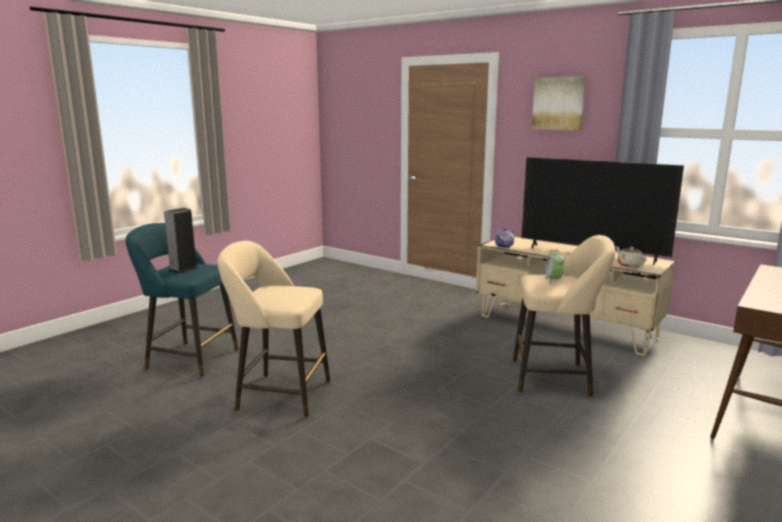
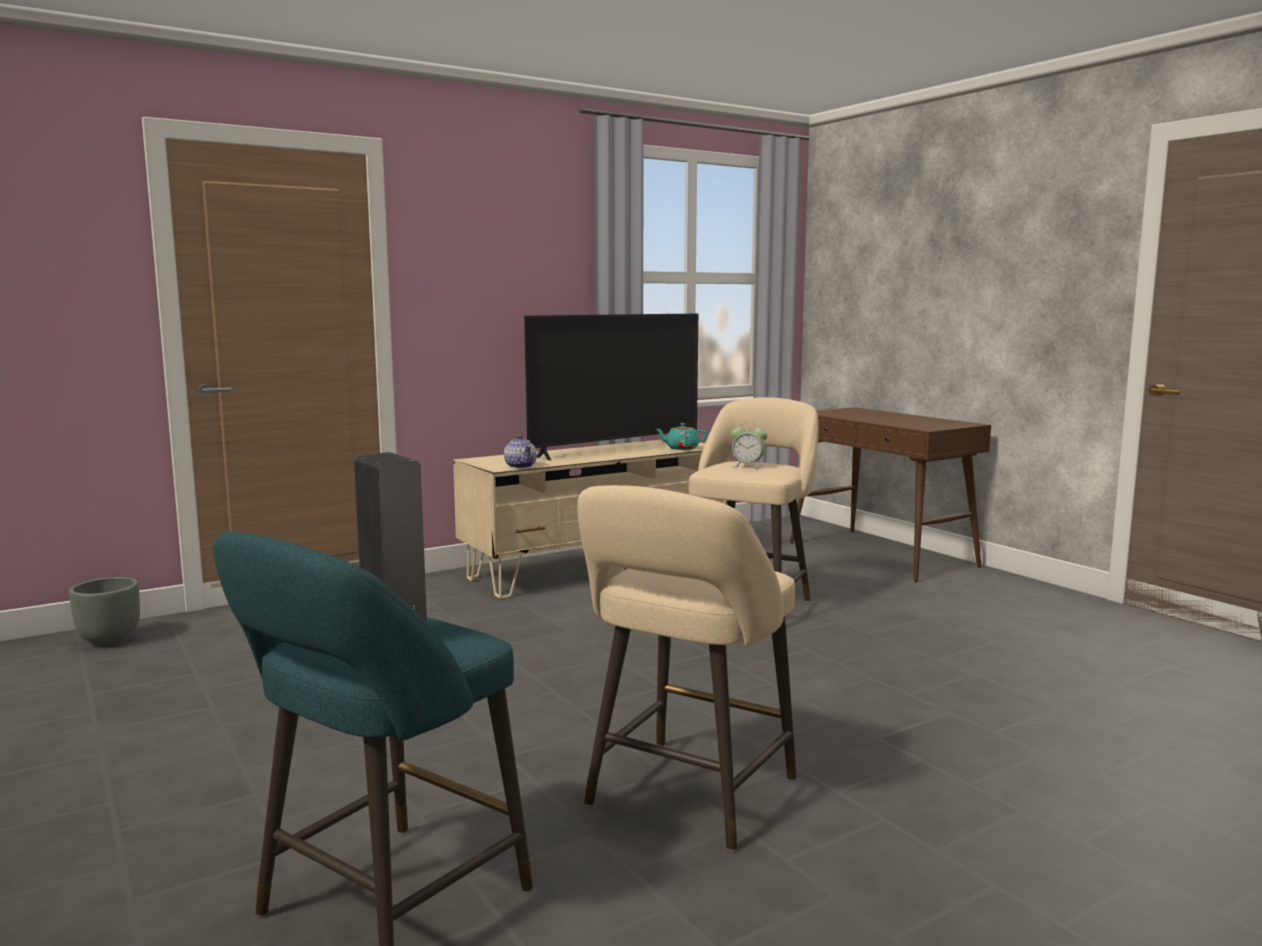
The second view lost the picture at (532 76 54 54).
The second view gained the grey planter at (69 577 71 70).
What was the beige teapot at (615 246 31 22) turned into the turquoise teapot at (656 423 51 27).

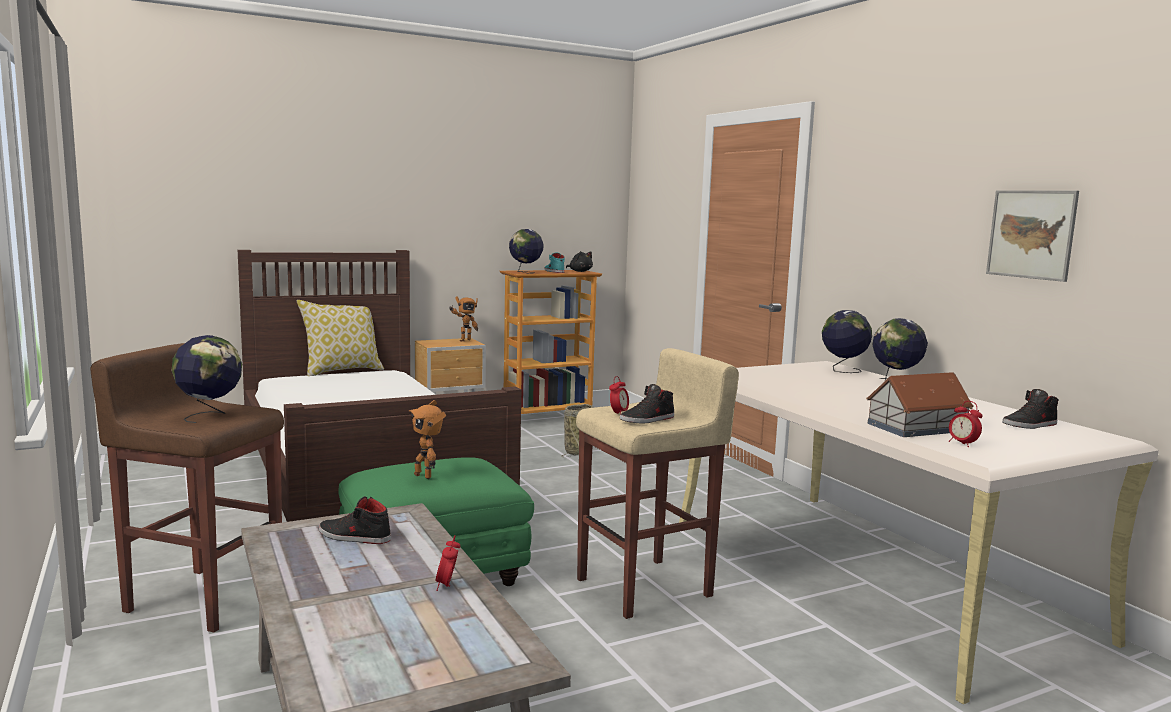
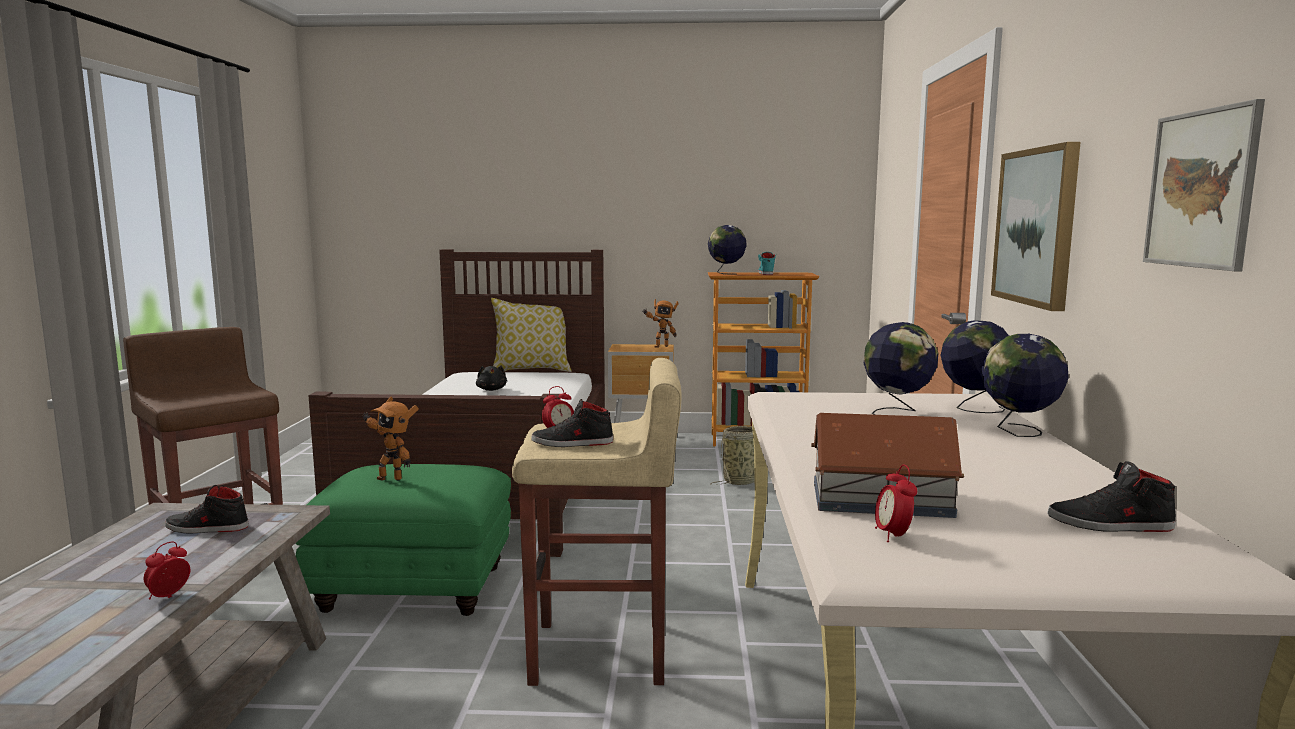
The second view gained the picture at (991 142 90 169).
The globe ended up elsewhere, having gone from (171 335 71 88) to (864 322 74 93).
The black plush toy ended up elsewhere, having gone from (566 251 27 21) to (476 366 31 25).
The black shoe at (319 496 72 48) ended up facing another way, 45 degrees counterclockwise from before.
The toy robot at (409 400 37 79) ended up facing another way, 60 degrees counterclockwise from before.

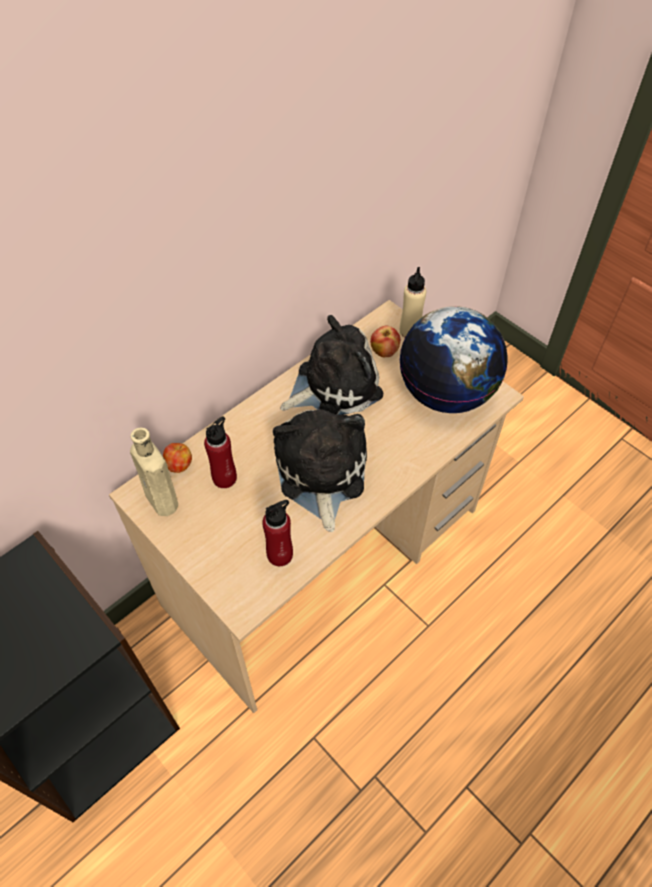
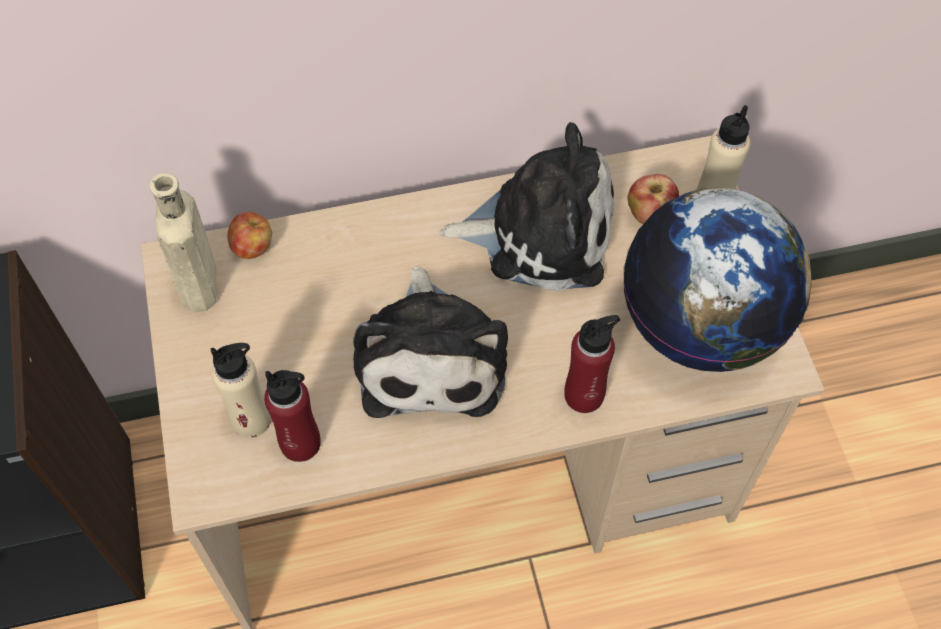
The second view gained the beige bottle at (211 343 60 95).
The red bottle ended up elsewhere, having gone from (204 417 33 71) to (564 315 56 98).
The plush toy at (273 409 94 123) ended up facing another way, 150 degrees clockwise from before.

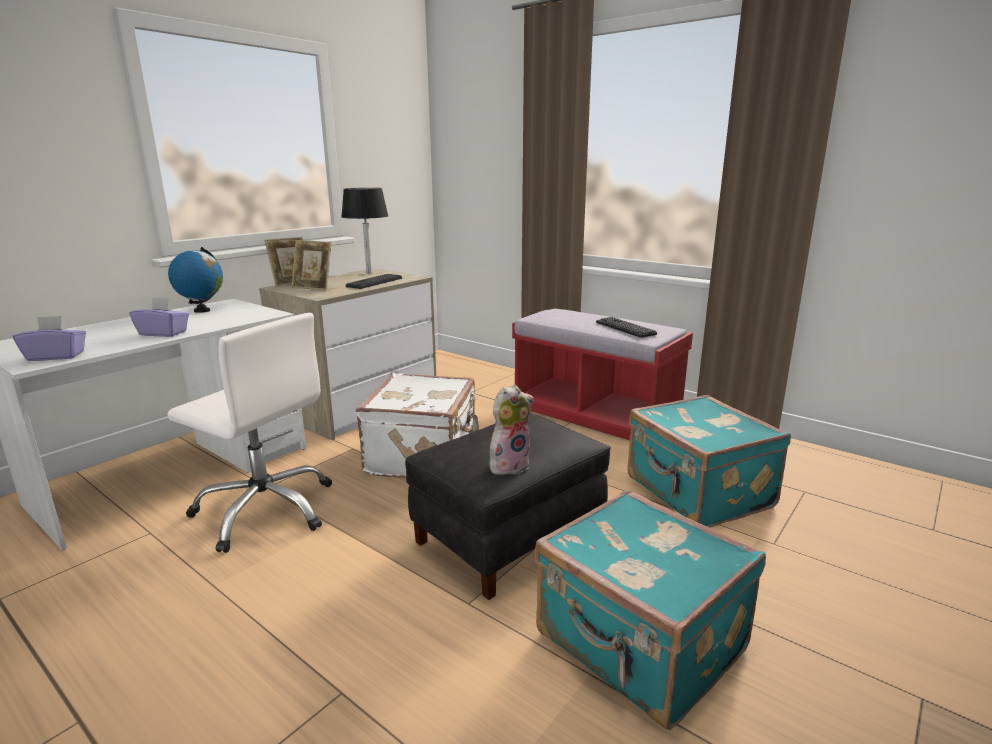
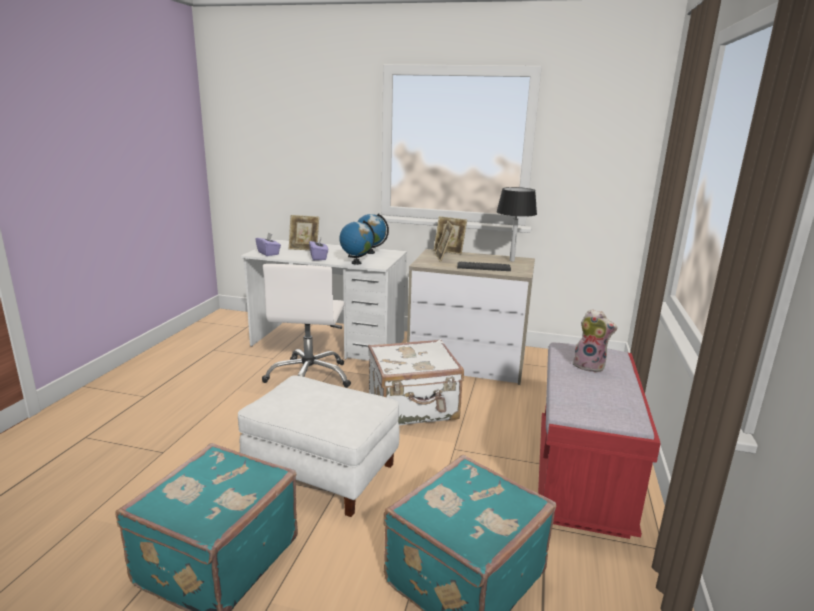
The second view lost the keyboard at (596 317 61 21).
The second view gained the picture frame at (289 215 30 35).
The second view gained the globe at (339 220 36 45).
The plush toy ended up elsewhere, having gone from (489 384 45 93) to (573 309 44 64).
What was the black ottoman at (405 413 206 187) turned into the white ottoman at (238 375 162 142).

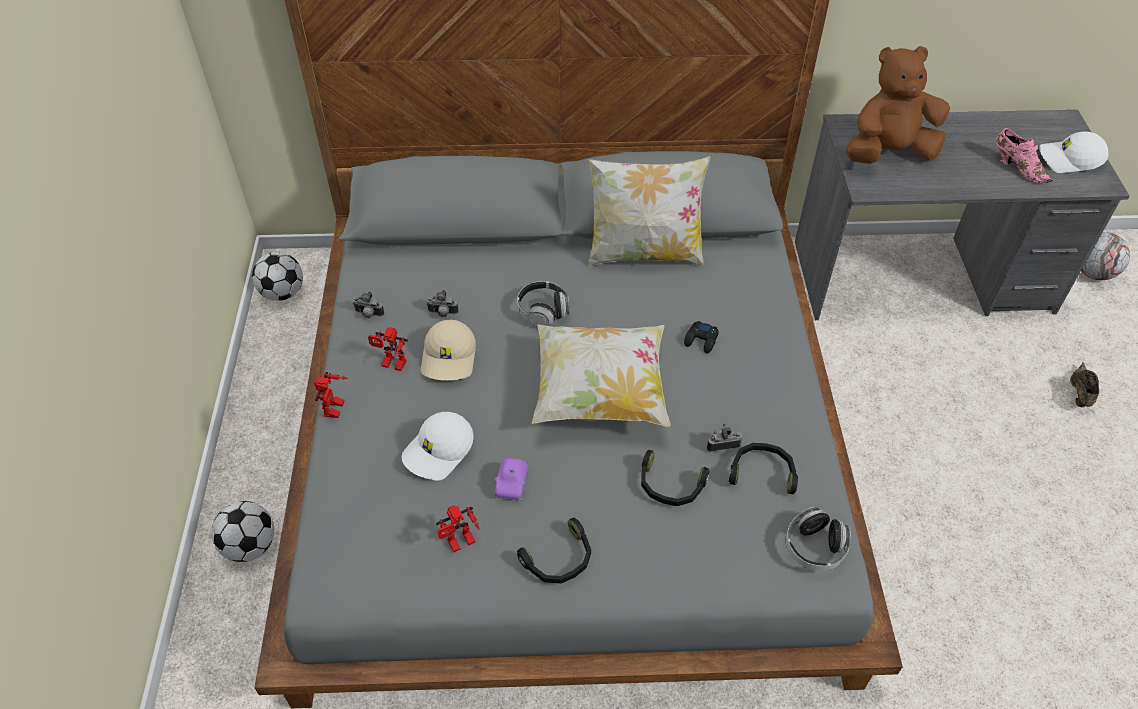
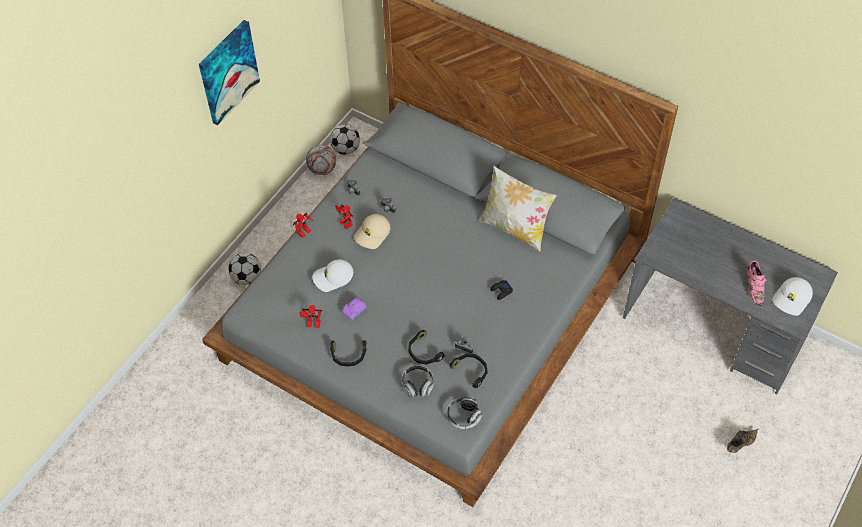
The second view lost the pillow at (532 325 139 102).
The second view lost the brown plush toy at (846 46 104 118).
The second view gained the picture at (199 20 61 105).
The headphones ended up elsewhere, having gone from (517 281 53 46) to (401 365 33 32).
The football ended up elsewhere, having gone from (1081 232 49 48) to (306 145 30 30).
The white cap at (1039 132 69 41) ended up facing another way, 90 degrees counterclockwise from before.

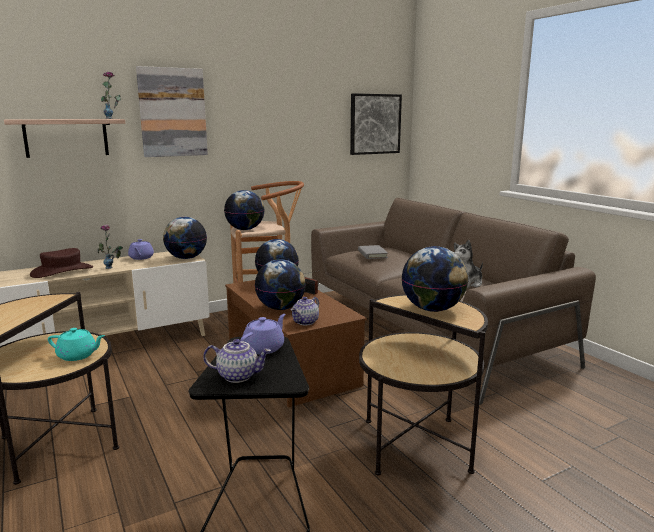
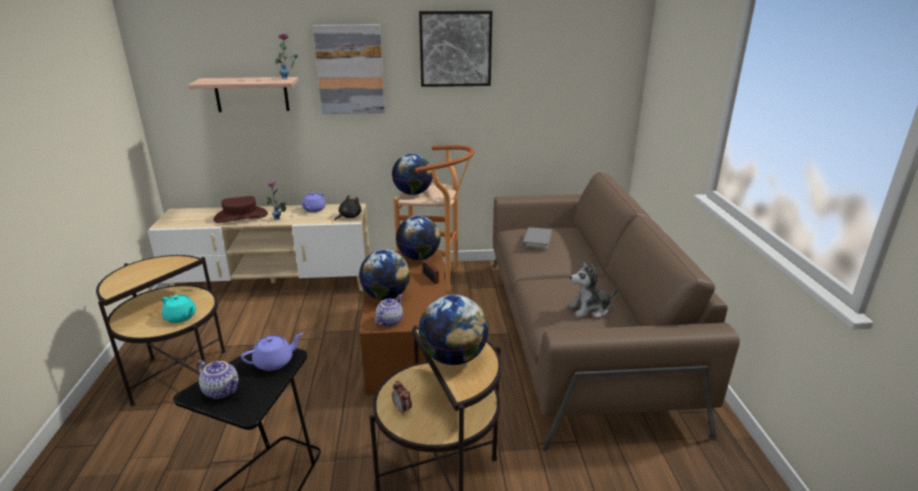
The second view gained the alarm clock at (392 381 20 34).
The picture ended up elsewhere, having gone from (350 93 52 62) to (419 11 73 76).
Where the globe stood at (163 217 44 42), the black plush toy came to stand at (334 195 27 26).
The teapot at (291 297 28 28) ended up facing another way, 150 degrees clockwise from before.

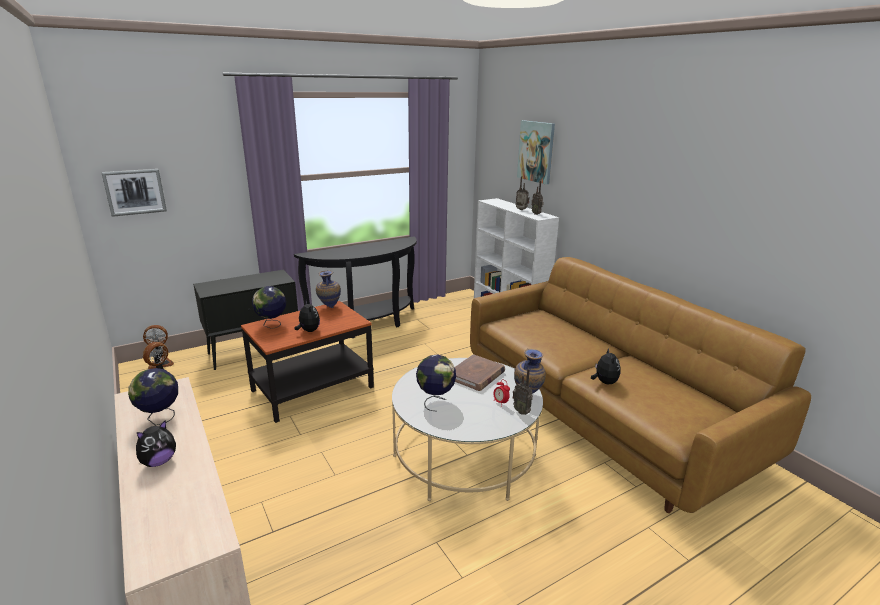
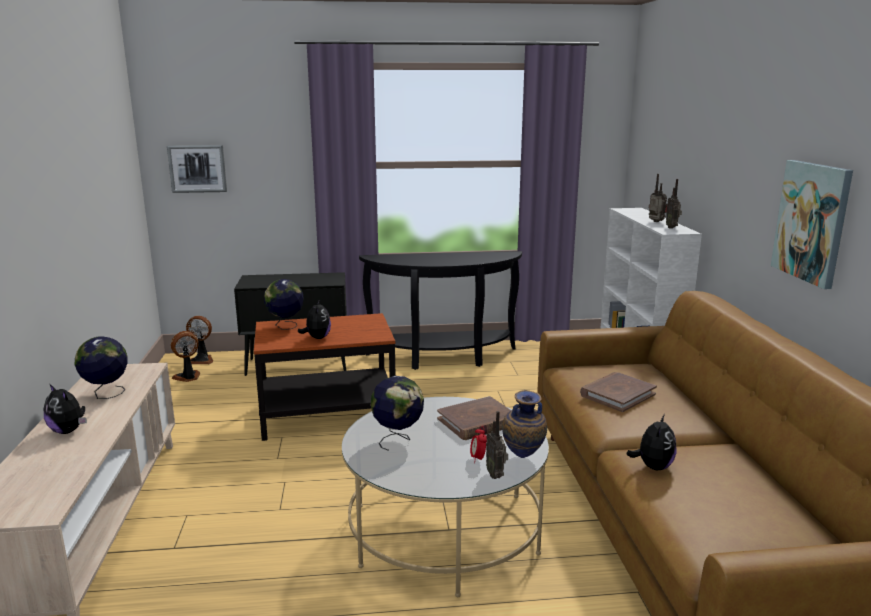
The second view lost the vase at (316 270 25 38).
The second view gained the brown book at (580 372 77 40).
The picture ended up elsewhere, having gone from (517 120 38 65) to (771 160 82 129).
The plush toy at (136 421 40 46) ended up facing another way, 60 degrees clockwise from before.

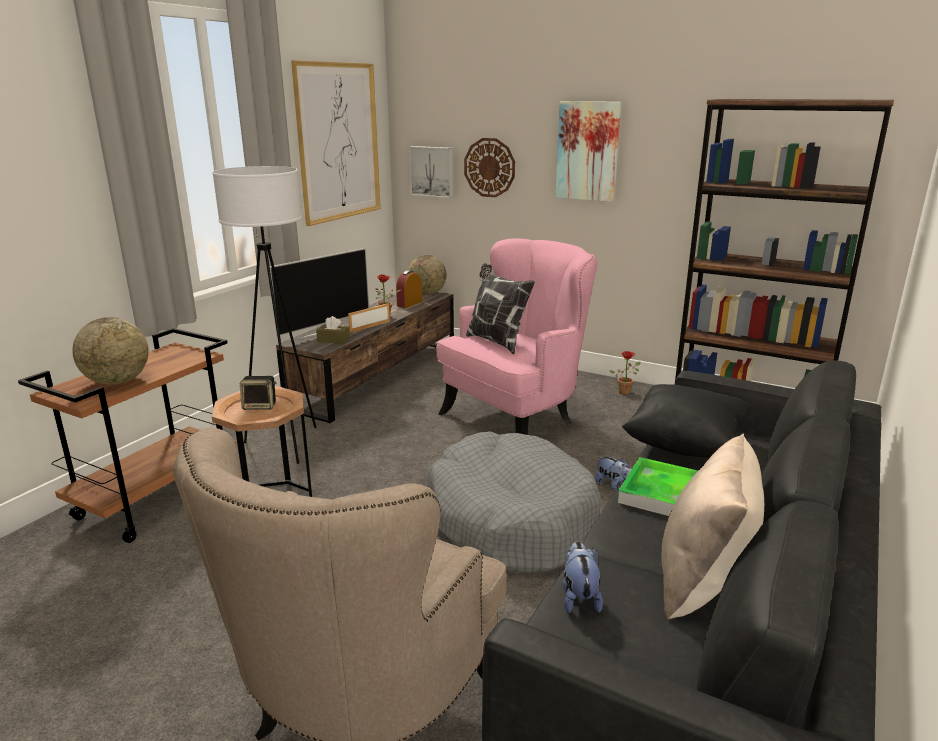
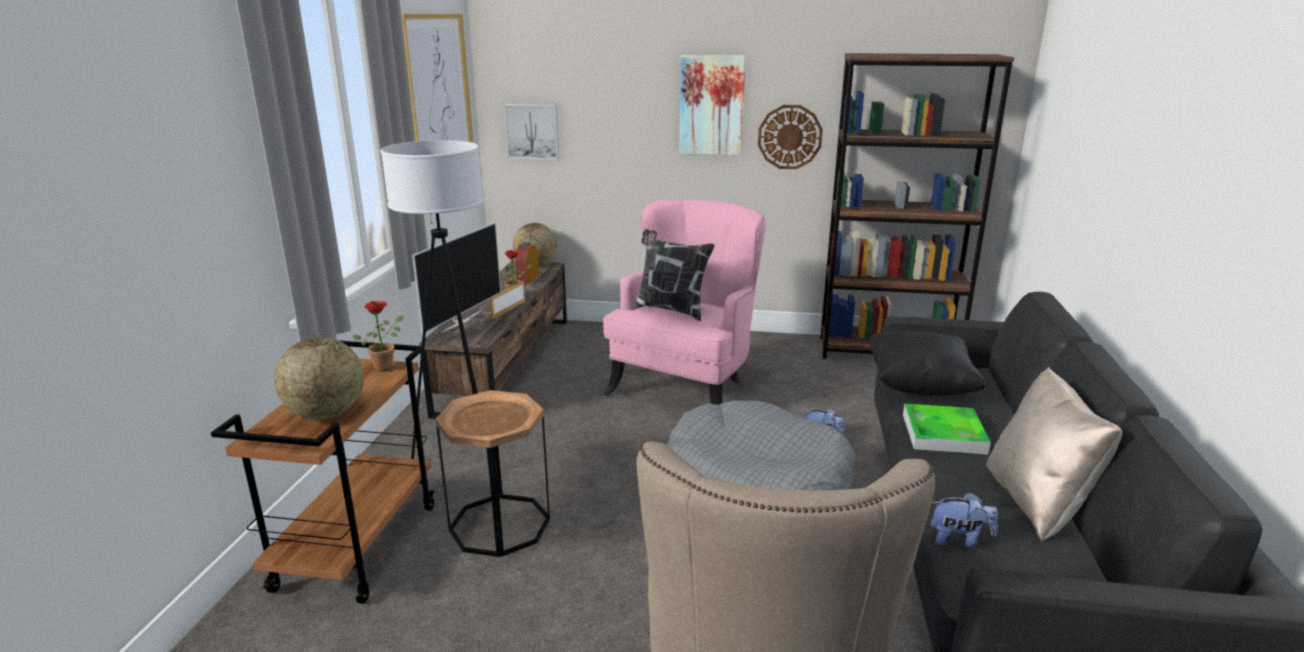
The second view lost the speaker at (240 376 36 34).
The second view lost the brown tissue box at (316 316 34 28).
The wall clock ended up elsewhere, having gone from (464 138 51 59) to (758 105 65 64).
The potted plant ended up elsewhere, having gone from (609 351 31 44) to (352 301 51 71).
The plush toy at (563 541 40 72) ended up facing another way, 120 degrees clockwise from before.

